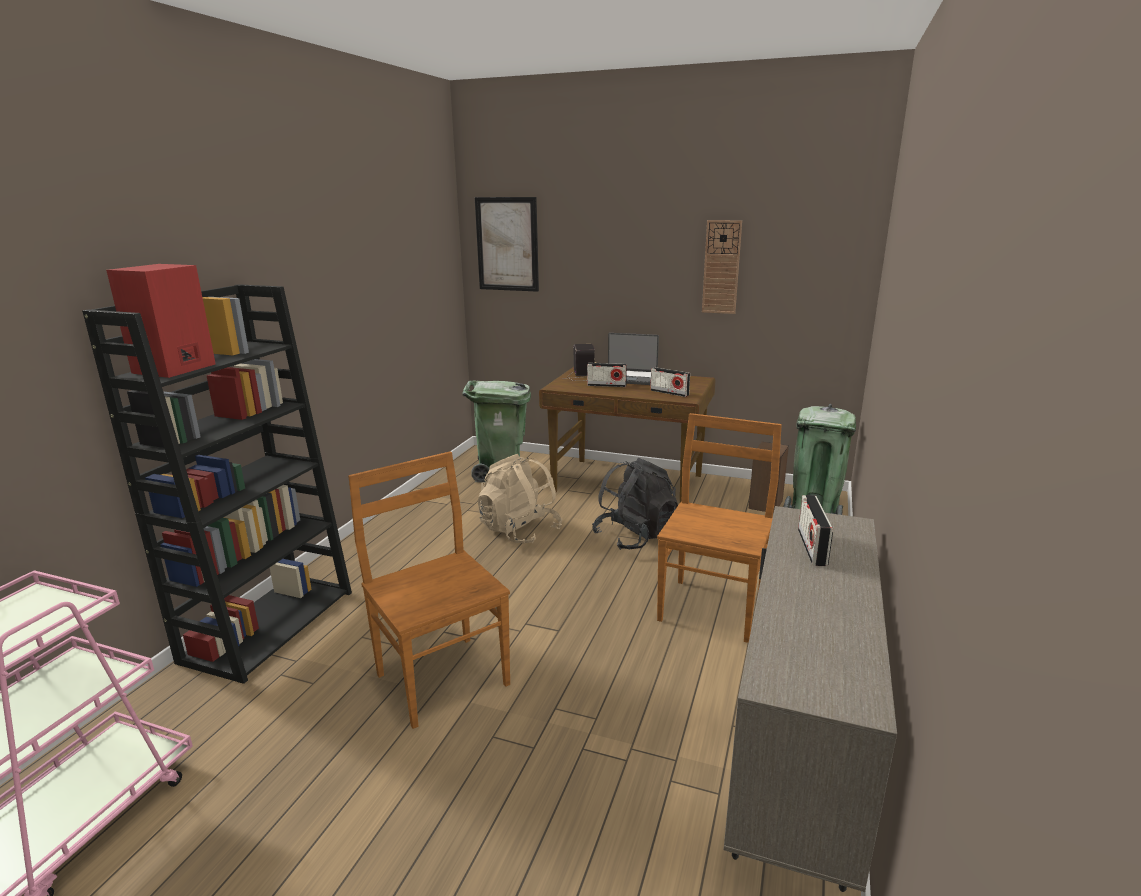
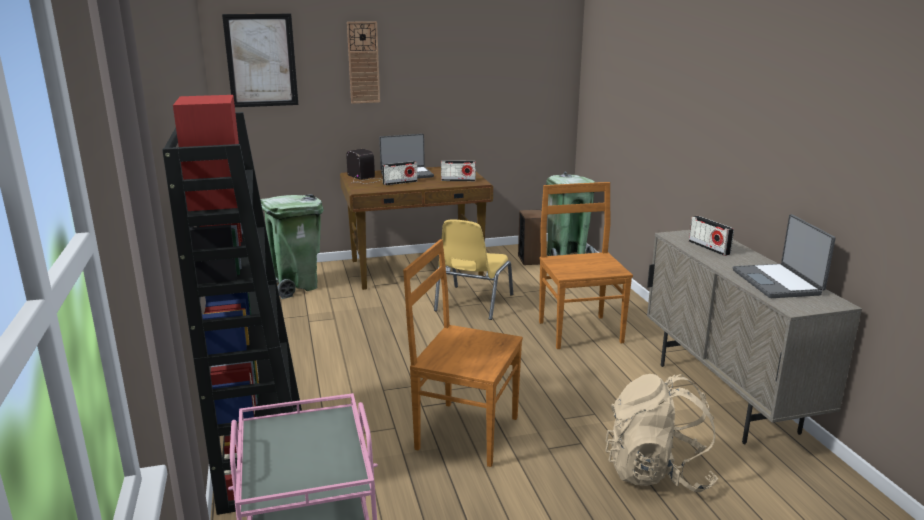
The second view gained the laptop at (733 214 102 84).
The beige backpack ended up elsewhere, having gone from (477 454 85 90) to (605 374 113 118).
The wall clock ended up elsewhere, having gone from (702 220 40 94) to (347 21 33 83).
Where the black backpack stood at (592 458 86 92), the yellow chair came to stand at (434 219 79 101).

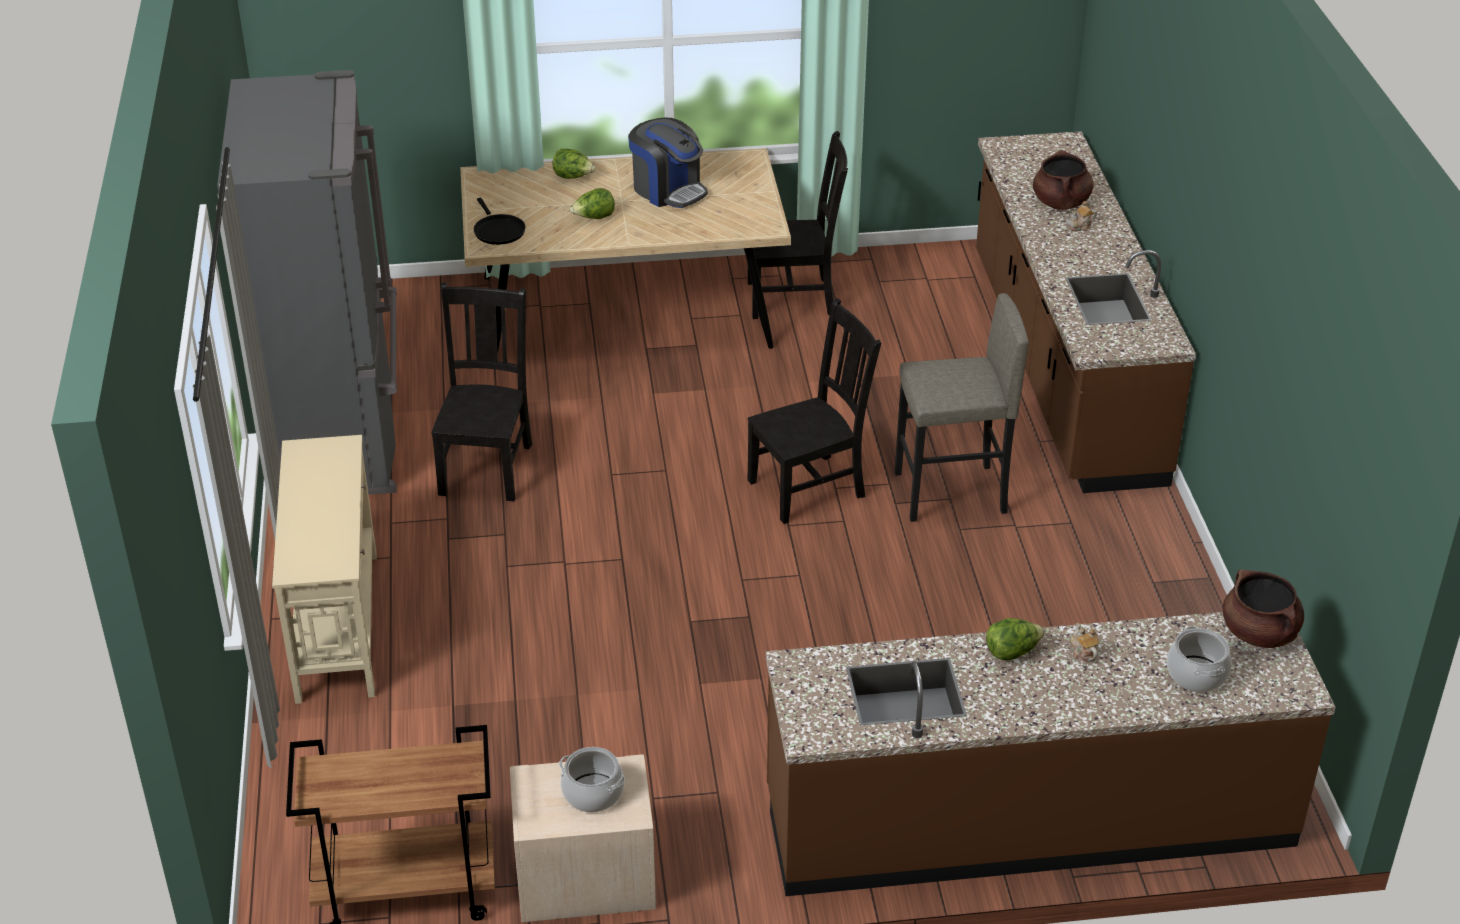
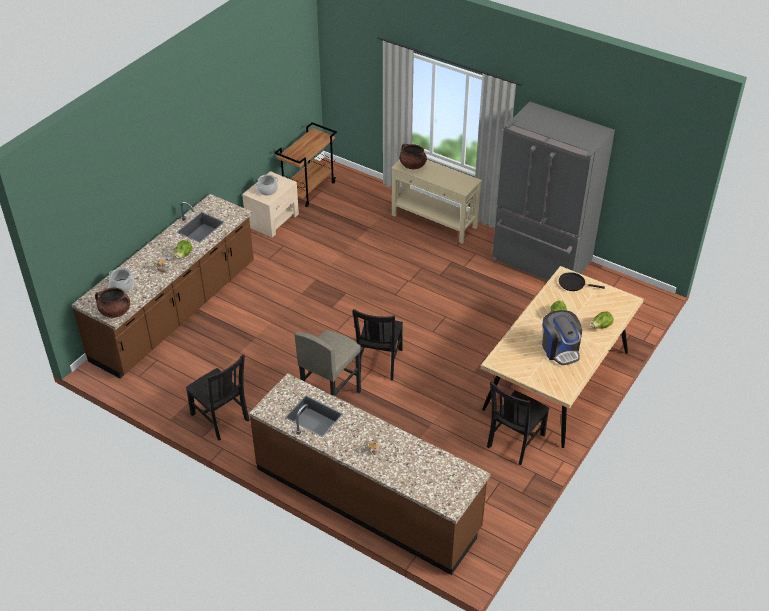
The black chair ended up elsewhere, having gone from (431 283 101 218) to (186 355 64 86).
The brown cooking pot ended up elsewhere, having gone from (1033 150 61 60) to (399 144 28 25).
The coffee machine at (628 117 80 91) ended up facing another way, 105 degrees counterclockwise from before.

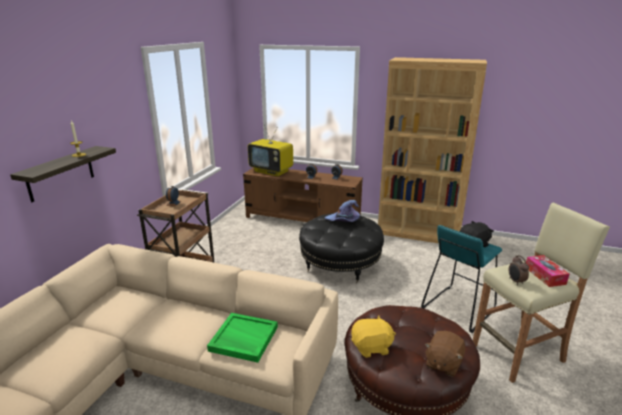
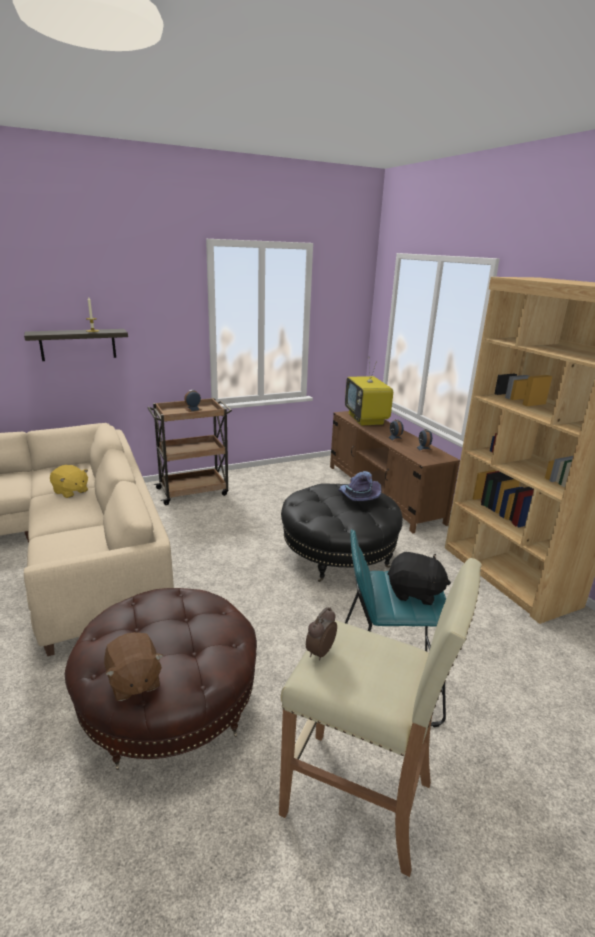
The second view lost the green tray at (207 313 71 50).
The second view lost the tissue box at (526 255 43 32).
The yellow plush toy ended up elsewhere, having gone from (351 316 45 42) to (50 465 38 33).
The brown plush toy at (425 331 40 46) ended up facing another way, 105 degrees counterclockwise from before.

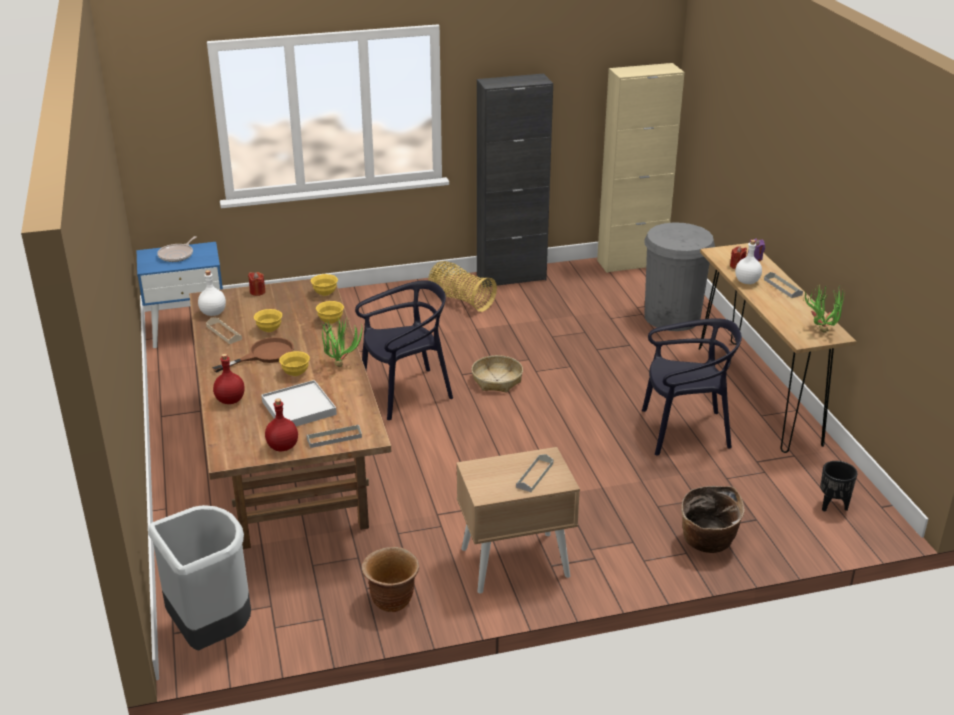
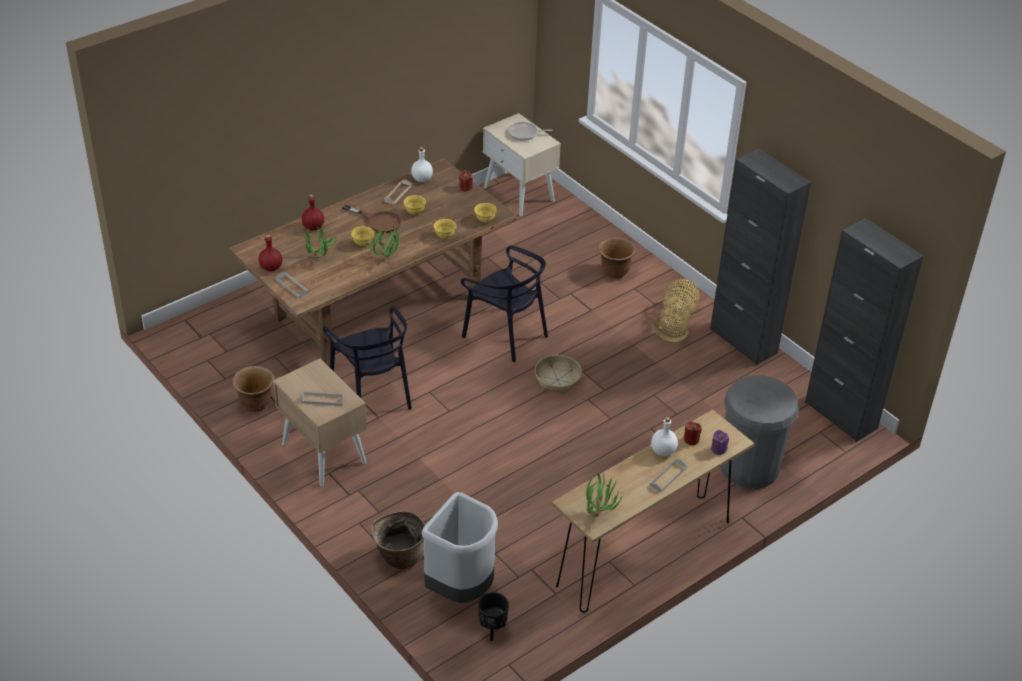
The second view gained the brown planter at (598 237 38 41).
The grey trash can ended up elsewhere, having gone from (148 505 103 145) to (421 492 77 111).
The black chair ended up elsewhere, having gone from (642 318 100 137) to (323 306 89 104).
Where the white tray stood at (261 380 76 46), the potted plant came to stand at (304 223 33 35).
What was the blue nightstand at (137 242 86 106) turned into the beige nightstand at (483 113 78 103).
What was the beige cabinet at (597 63 88 210) turned into the black cabinet at (805 218 118 224).

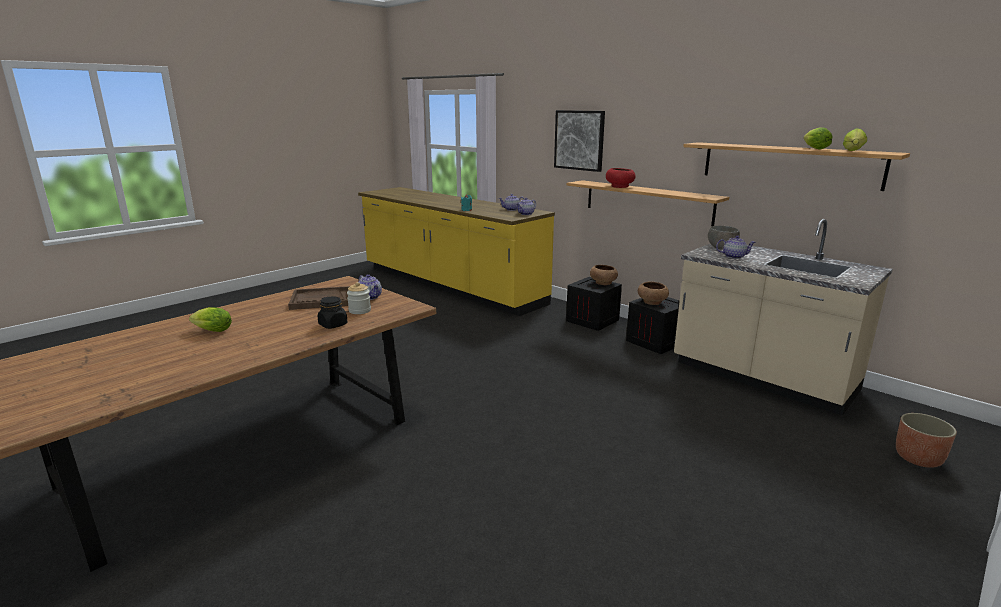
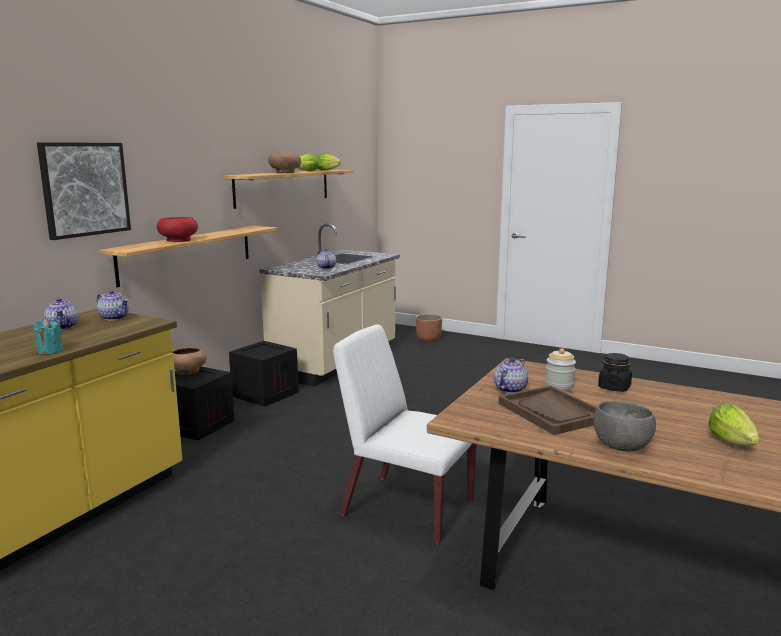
The second view gained the white chair at (333 324 144 220).
The brown bowl ended up elsewhere, having gone from (638 281 31 24) to (268 153 33 20).
The grey bowl ended up elsewhere, having gone from (708 226 32 24) to (594 401 62 51).

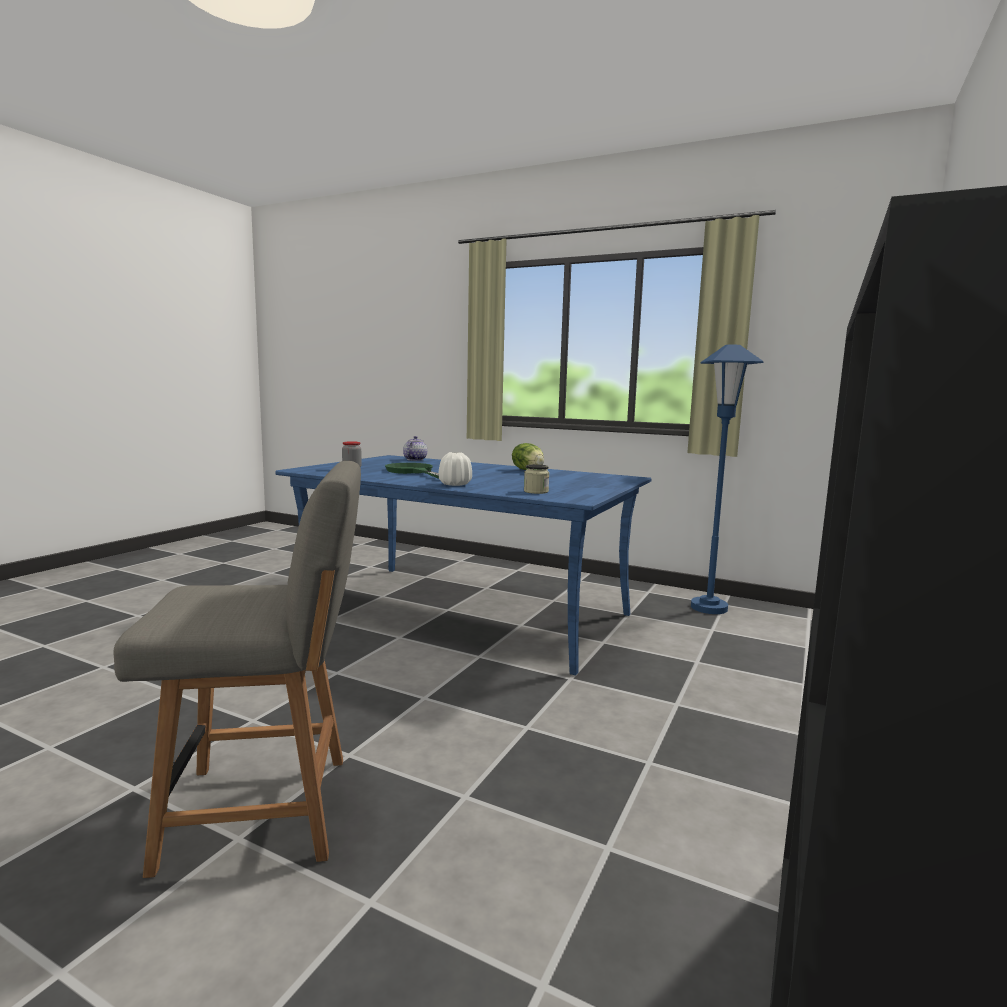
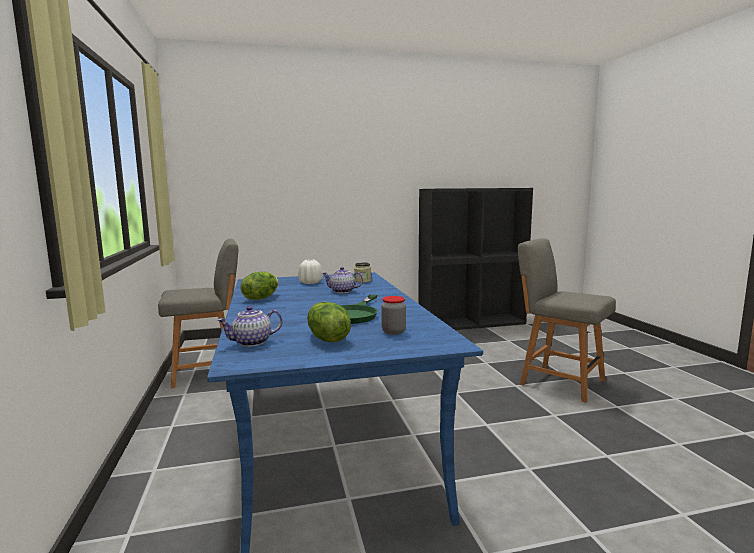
The second view gained the lettuce at (307 302 44 40).
The second view gained the teapot at (322 267 41 26).
The white vase ended up elsewhere, having gone from (438 452 34 34) to (298 259 25 25).
Where the blue floor lamp stood at (691 344 73 270), the grey chair came to stand at (158 239 80 149).

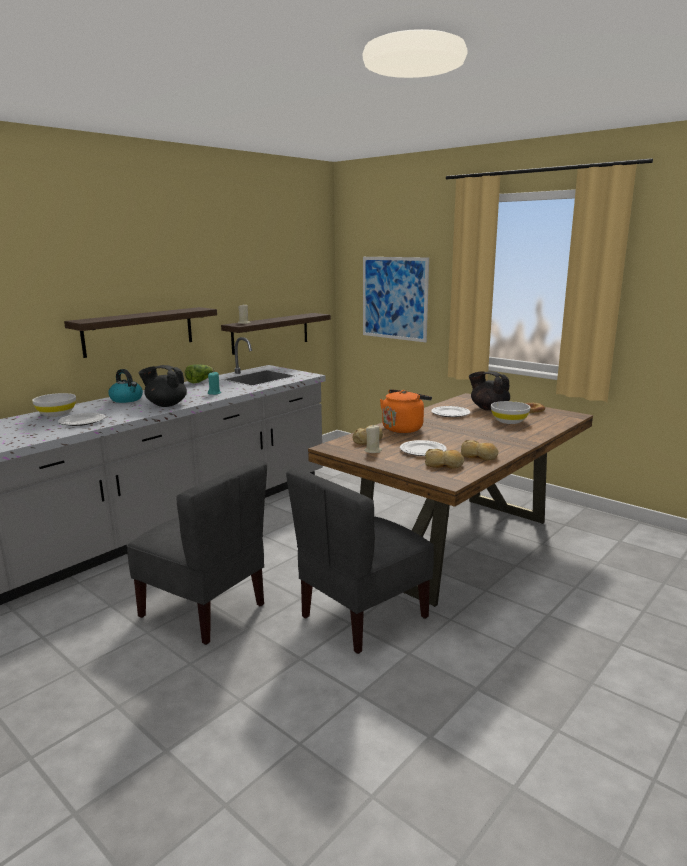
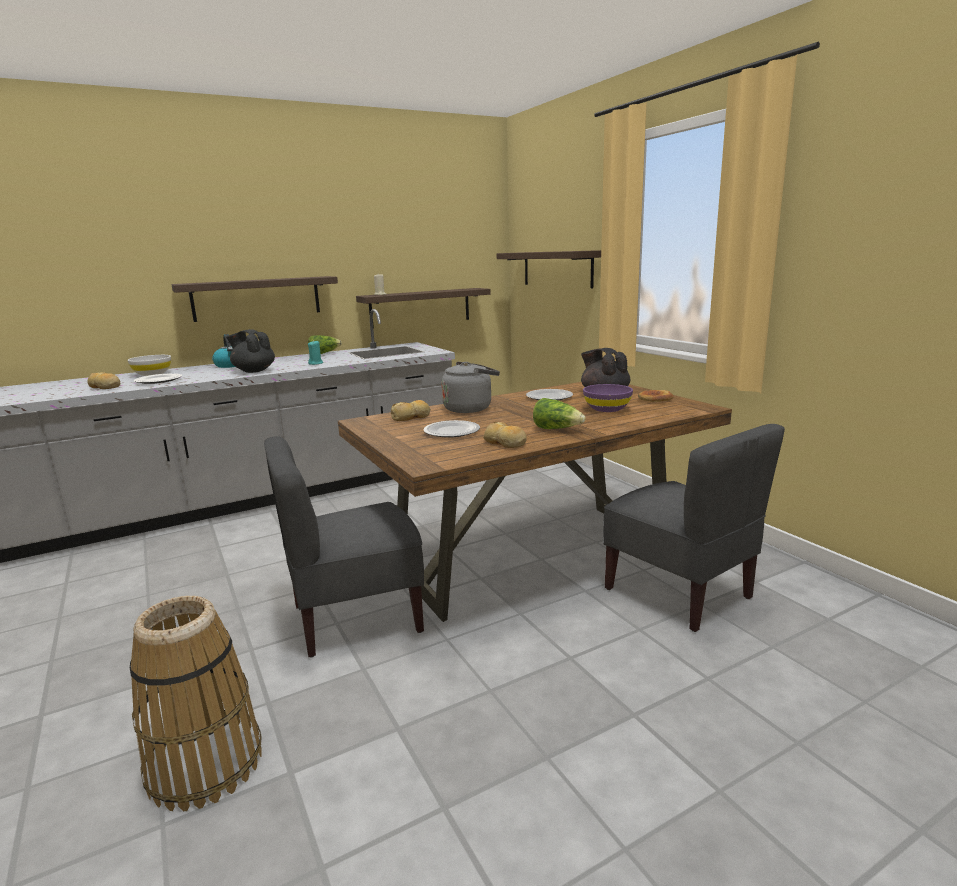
The second view lost the beige candle at (364 424 18 29).
The second view gained the basket at (130 596 132 215).
The second view gained the lettuce at (533 398 53 31).
The grey chair ended up elsewhere, having gone from (126 460 141 185) to (603 424 182 208).
The bread ended up elsewhere, having gone from (425 449 39 19) to (87 372 33 17).
Where the picture hung at (363 257 66 85), the shelf came to hang at (497 250 104 38).
What was the orange kettle at (380 389 52 44) turned into the grey kettle at (441 362 59 51).
What was the white bowl at (491 401 40 23) turned into the purple bowl at (583 384 50 28).

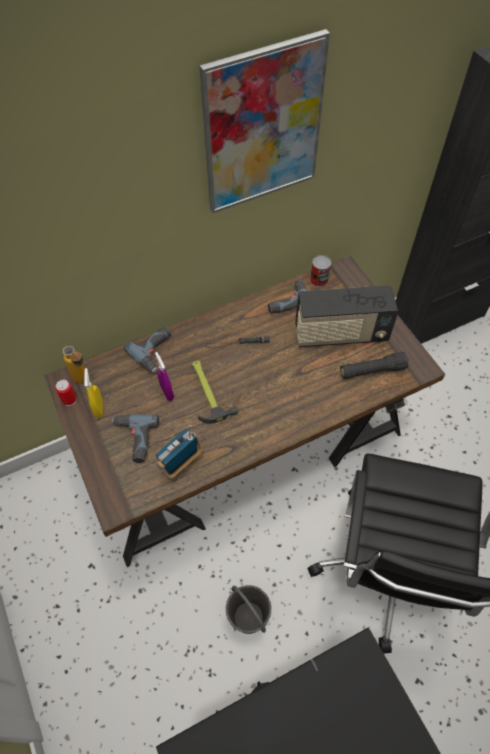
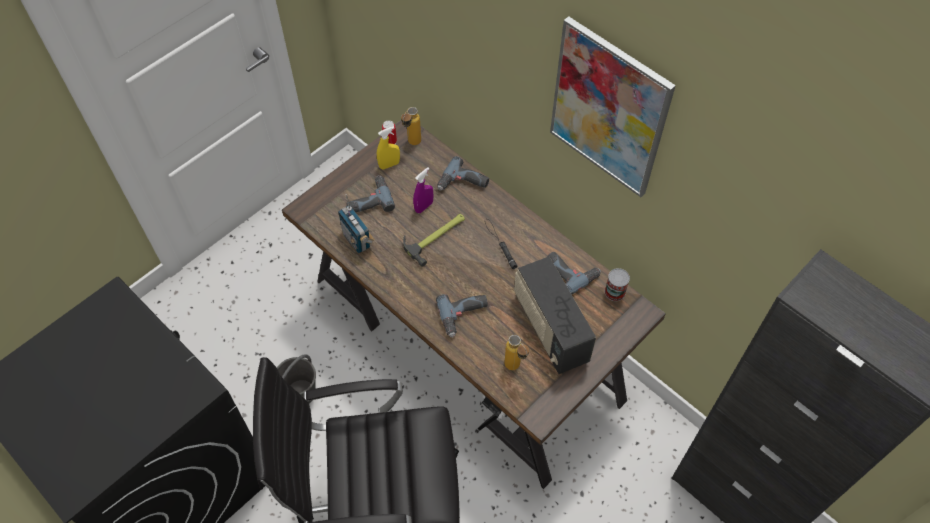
The second view gained the power drill at (436 294 52 43).
Where the black flashlight stood at (340 352 69 27), the bottle came to stand at (504 335 25 35).
The radio at (155 425 48 53) ended up facing another way, 150 degrees counterclockwise from before.

